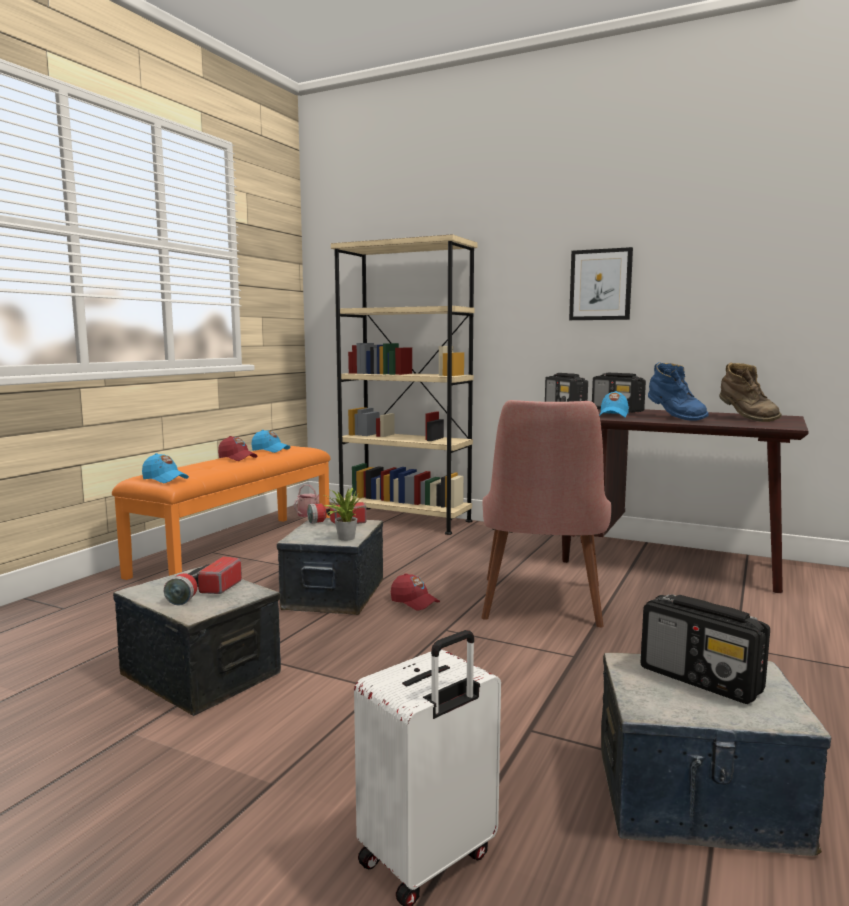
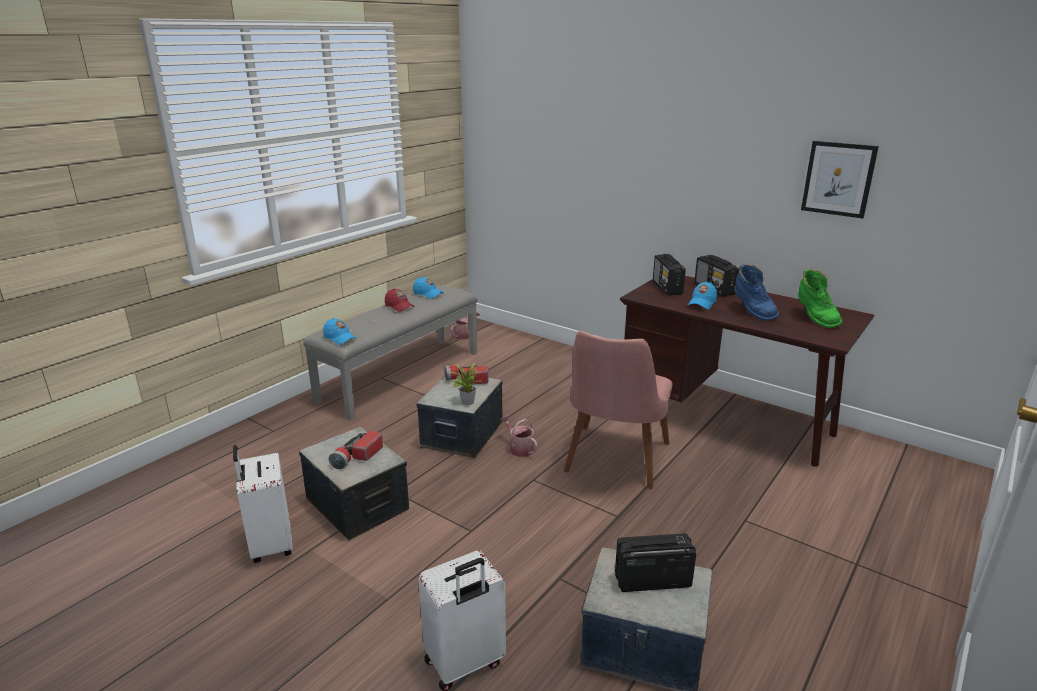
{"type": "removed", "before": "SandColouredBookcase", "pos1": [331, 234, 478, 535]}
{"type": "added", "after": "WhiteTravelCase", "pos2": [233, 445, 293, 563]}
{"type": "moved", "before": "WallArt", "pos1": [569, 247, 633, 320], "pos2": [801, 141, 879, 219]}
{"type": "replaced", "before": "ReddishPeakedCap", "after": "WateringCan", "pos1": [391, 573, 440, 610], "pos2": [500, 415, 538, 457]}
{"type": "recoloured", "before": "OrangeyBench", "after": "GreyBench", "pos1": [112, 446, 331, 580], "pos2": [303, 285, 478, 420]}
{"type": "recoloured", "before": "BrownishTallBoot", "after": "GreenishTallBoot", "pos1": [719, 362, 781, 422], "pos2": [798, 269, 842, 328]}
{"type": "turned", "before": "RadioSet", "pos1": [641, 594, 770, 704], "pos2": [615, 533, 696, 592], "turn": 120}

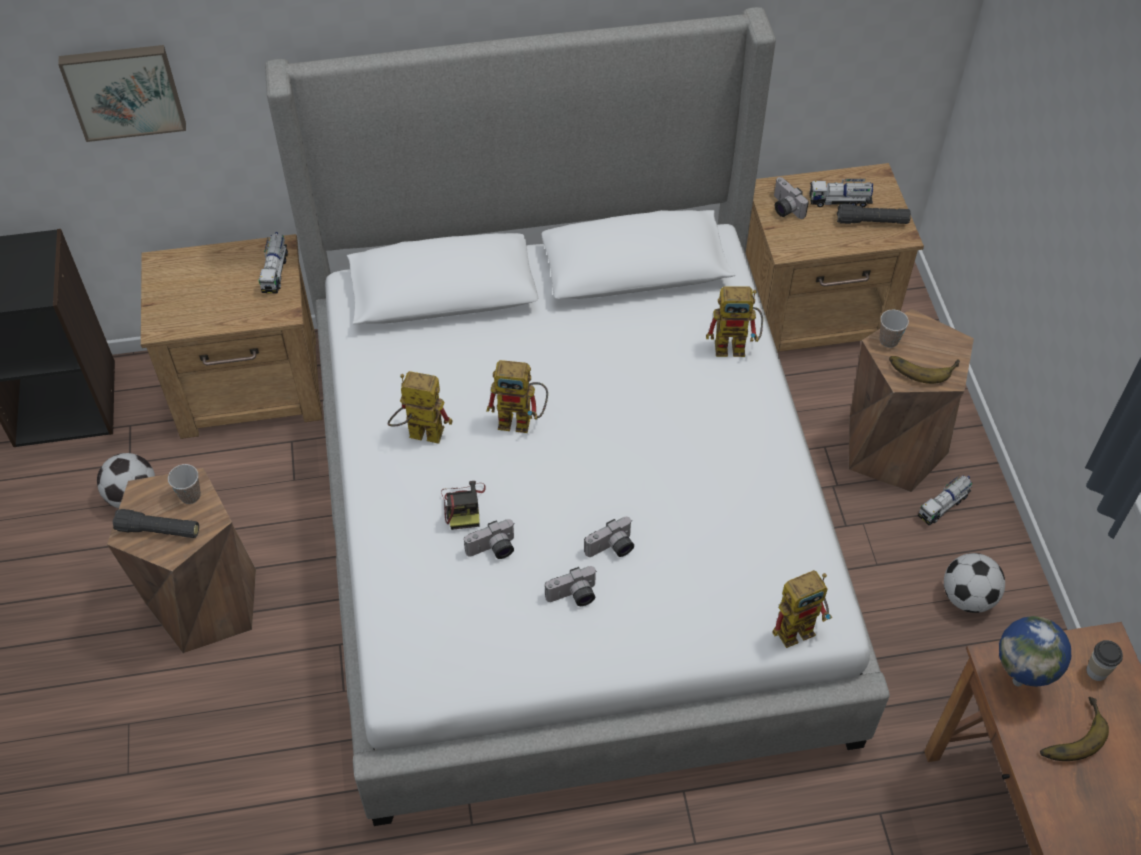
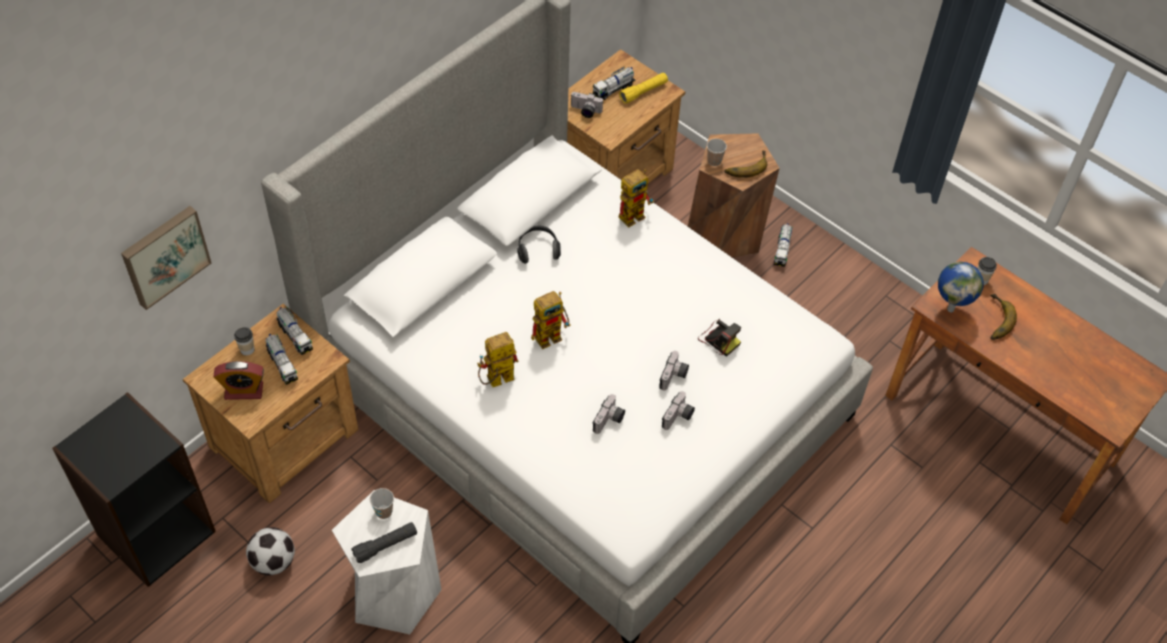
{"type": "removed", "before": "ModelRobot", "pos1": [772, 570, 832, 648]}
{"type": "removed", "before": "Football", "pos1": [944, 553, 1005, 613]}
{"type": "added", "after": "BedsideClock", "pos2": [213, 361, 264, 400]}
{"type": "added", "after": "Cup", "pos2": [234, 327, 254, 355]}
{"type": "added", "after": "ModelTruck", "pos2": [265, 334, 298, 385]}
{"type": "added", "after": "Headphones", "pos2": [517, 226, 561, 264]}
{"type": "moved", "before": "StillCamera", "pos1": [441, 481, 486, 530], "pos2": [698, 319, 741, 357]}
{"type": "recoloured", "before": "BrownishStool", "after": "WhiteStool", "pos1": [107, 468, 256, 653], "pos2": [332, 490, 442, 634]}
{"type": "recoloured", "before": "BlackFlashlight", "after": "YellowColouredFlashlight", "pos1": [837, 204, 911, 224], "pos2": [619, 73, 668, 103]}

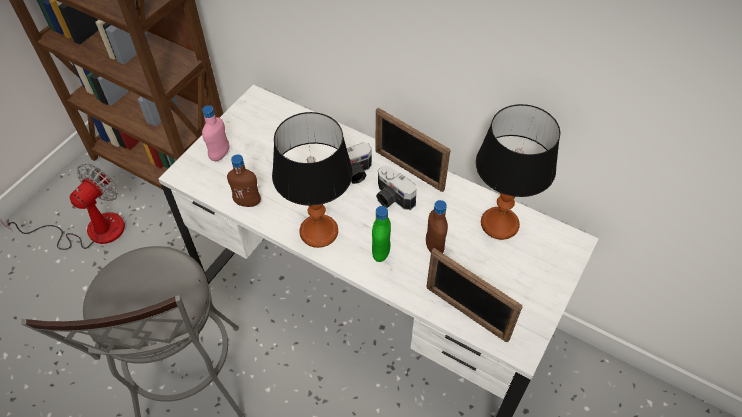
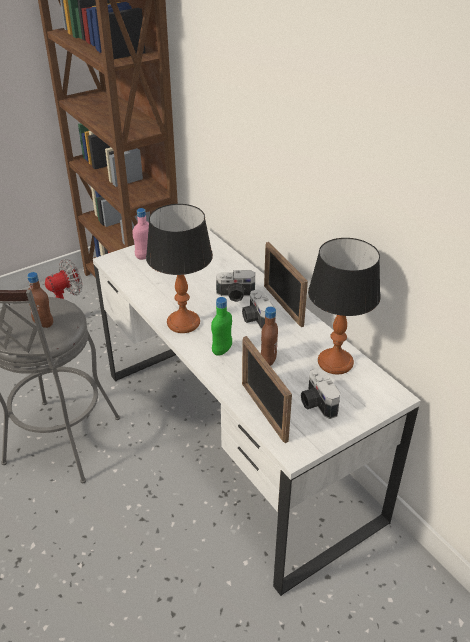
{"type": "added", "after": "StillCamera", "pos2": [301, 369, 340, 419]}
{"type": "moved", "before": "BrownishBottle", "pos1": [227, 154, 261, 207], "pos2": [27, 272, 53, 328]}

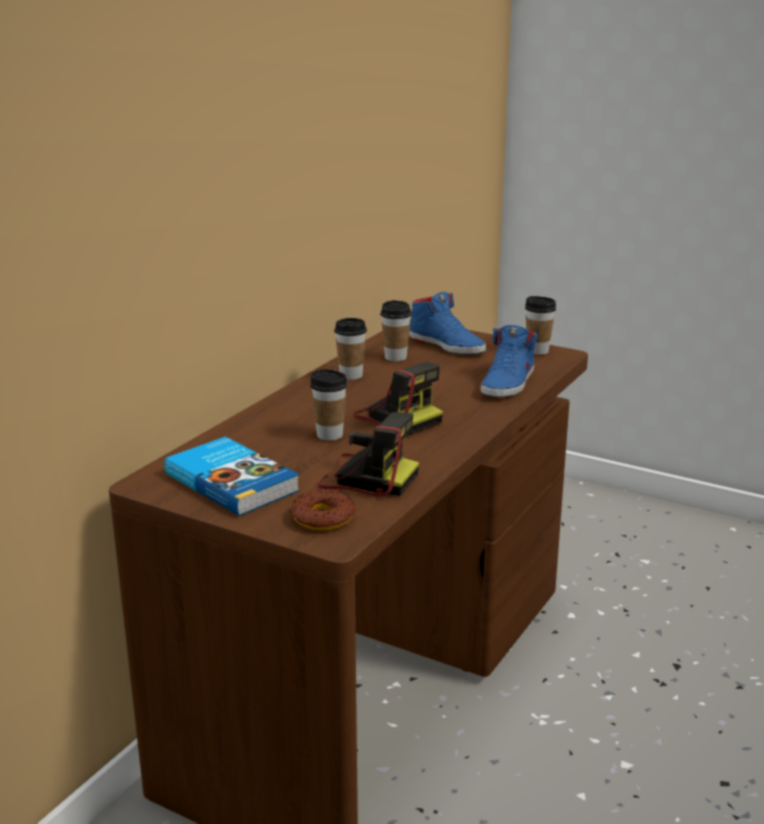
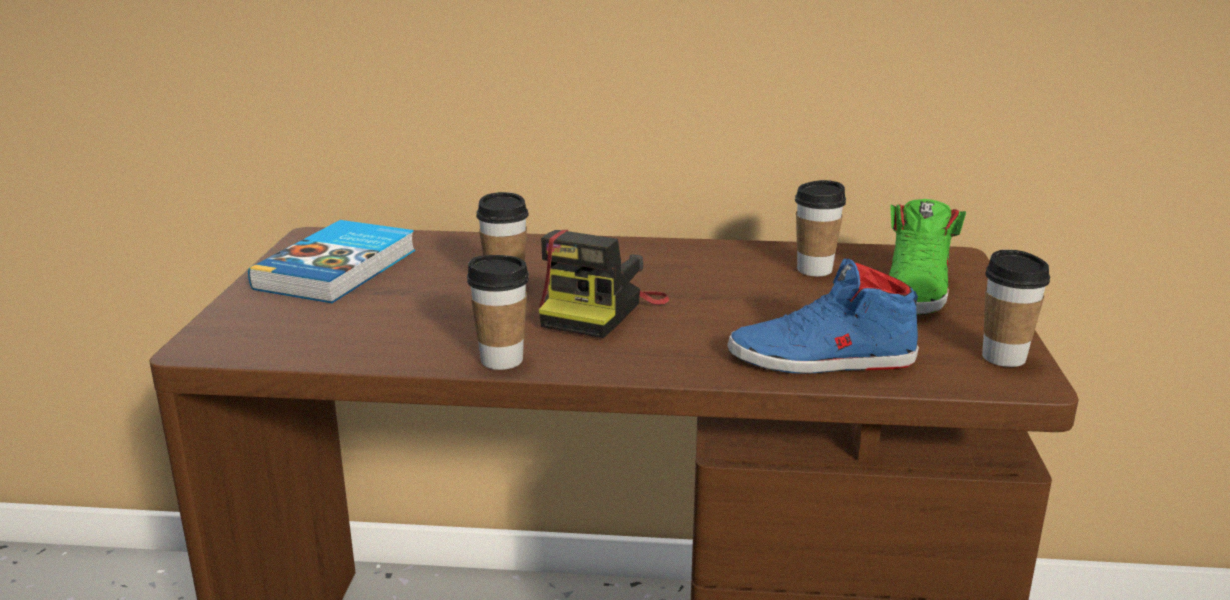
{"type": "removed", "before": "RingDoughnut", "pos1": [290, 489, 355, 531]}
{"type": "removed", "before": "StillCamera", "pos1": [317, 412, 419, 496]}
{"type": "moved", "before": "Cup", "pos1": [334, 318, 367, 380], "pos2": [467, 255, 529, 370]}
{"type": "recoloured", "before": "BlueLowShoe", "after": "GreenishLowShoe", "pos1": [409, 292, 486, 354], "pos2": [889, 199, 966, 315]}

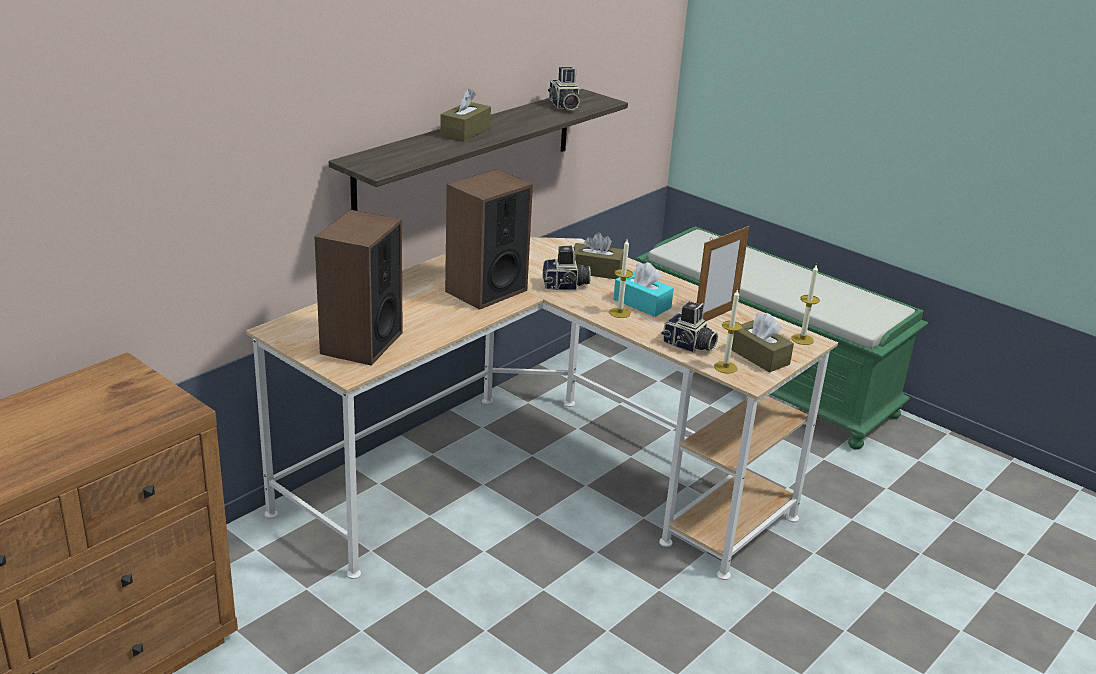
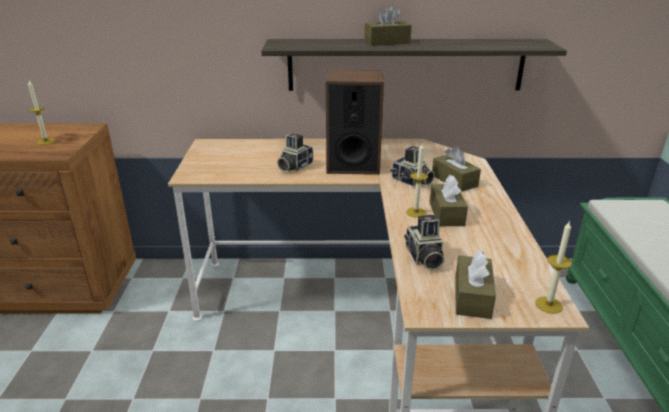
{"type": "removed", "before": "Loudspeaker", "pos1": [315, 210, 403, 366]}
{"type": "removed", "before": "StandingFrame", "pos1": [697, 225, 749, 321]}
{"type": "moved", "before": "StillCamera", "pos1": [548, 67, 580, 110], "pos2": [277, 134, 313, 172]}
{"type": "moved", "before": "WaxCandle", "pos1": [714, 289, 742, 374], "pos2": [28, 81, 55, 145]}
{"type": "recoloured", "before": "TurquoiseColouredBoxOfTissues", "after": "BrownishBoxOfTissues", "pos1": [614, 262, 674, 317], "pos2": [430, 175, 468, 226]}

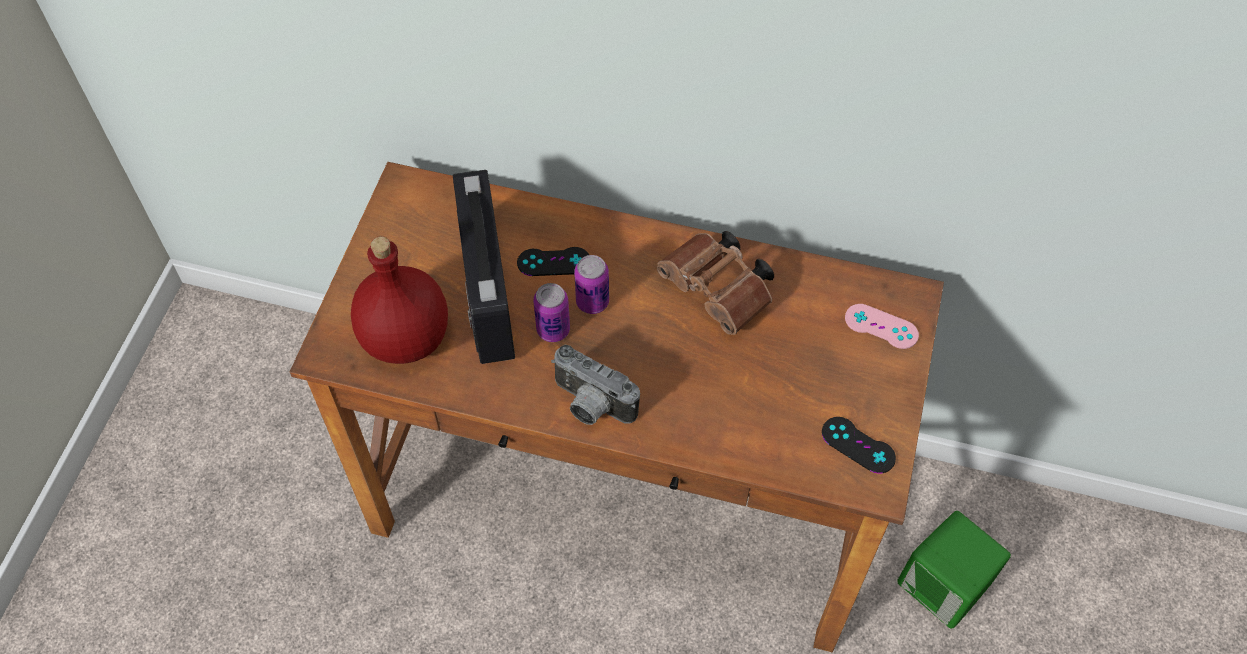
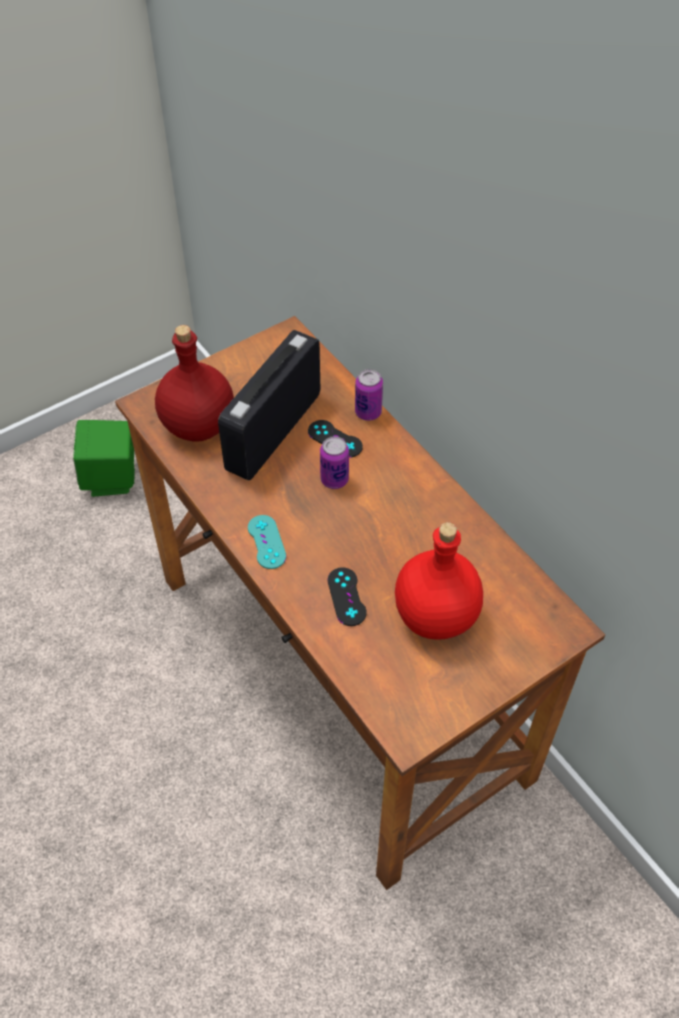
{"type": "removed", "before": "BrownishFieldGlasses", "pos1": [657, 231, 774, 335]}
{"type": "removed", "before": "PinkGameController", "pos1": [845, 304, 919, 349]}
{"type": "added", "after": "ReddishBottle", "pos2": [395, 522, 483, 640]}
{"type": "moved", "before": "MetalCan", "pos1": [533, 283, 570, 342], "pos2": [355, 369, 383, 421]}
{"type": "moved", "before": "BlackGameController", "pos1": [822, 417, 896, 474], "pos2": [328, 567, 367, 626]}
{"type": "moved", "before": "GreenishLoudspeaker", "pos1": [897, 511, 1011, 629], "pos2": [73, 420, 135, 497]}
{"type": "replaced", "before": "StillCamera", "after": "TurquoiseColouredGameController", "pos1": [551, 345, 640, 425], "pos2": [248, 515, 286, 569]}

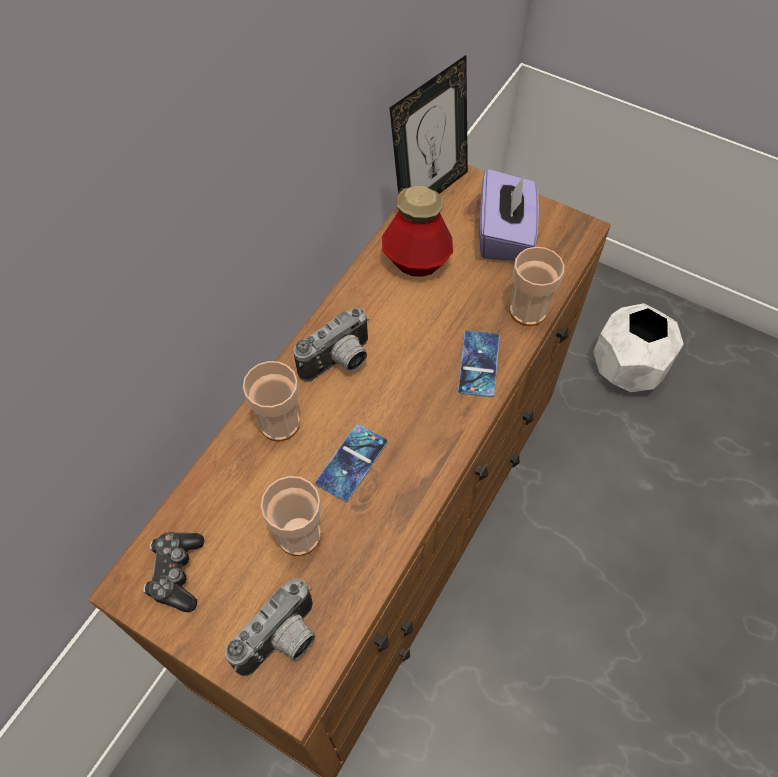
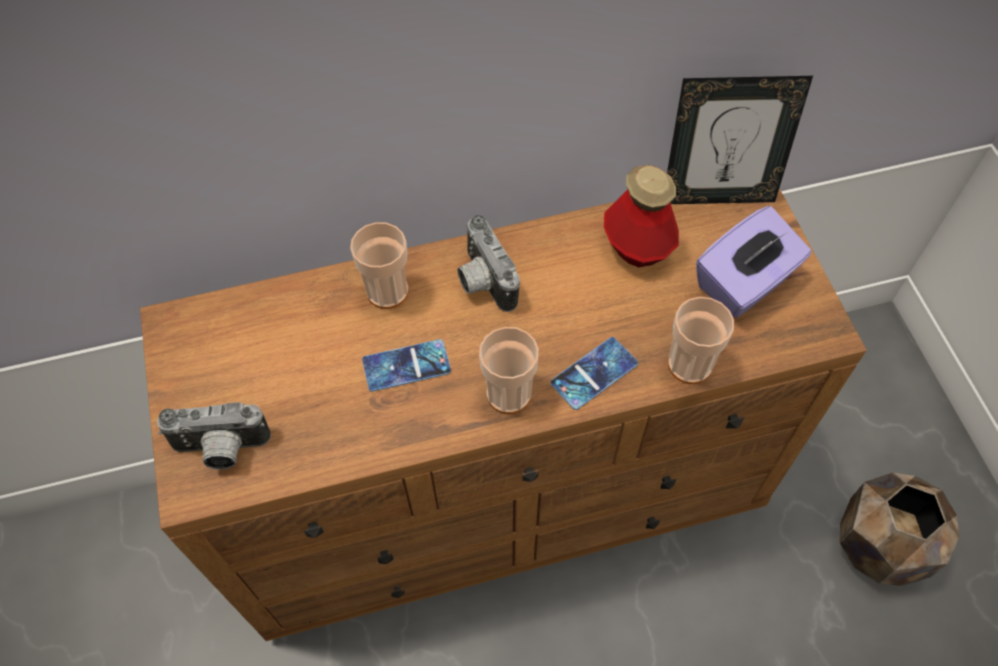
{"type": "removed", "before": "GameController", "pos1": [143, 532, 204, 613]}
{"type": "moved", "before": "Cup", "pos1": [261, 476, 321, 556], "pos2": [479, 327, 539, 414]}
{"type": "recoloured", "before": "WhitePlanter", "after": "BrownishPlanter", "pos1": [593, 303, 684, 392], "pos2": [840, 472, 960, 586]}
{"type": "turned", "before": "StillCamera", "pos1": [294, 308, 370, 381], "pos2": [457, 215, 520, 312], "turn": 60}

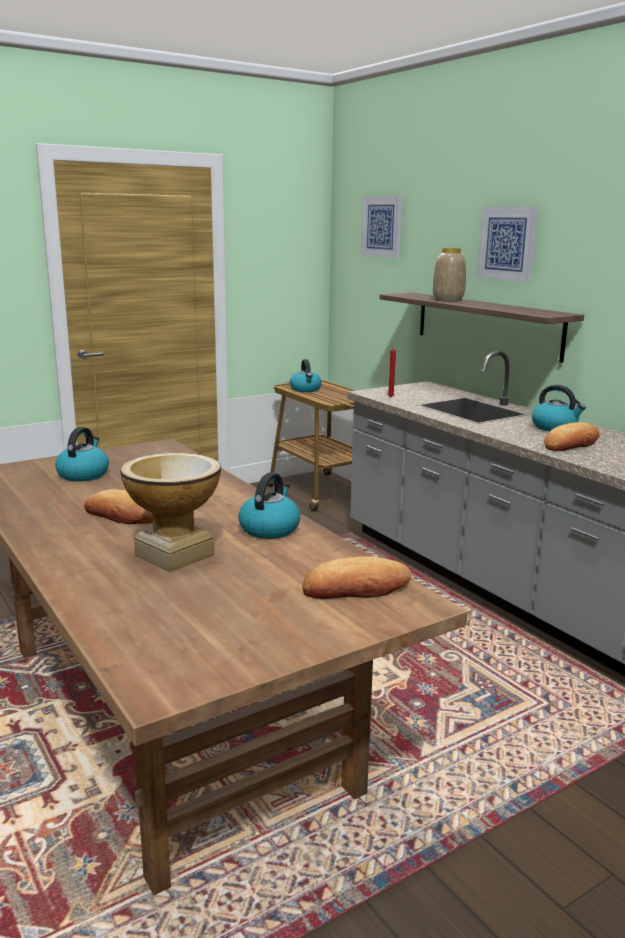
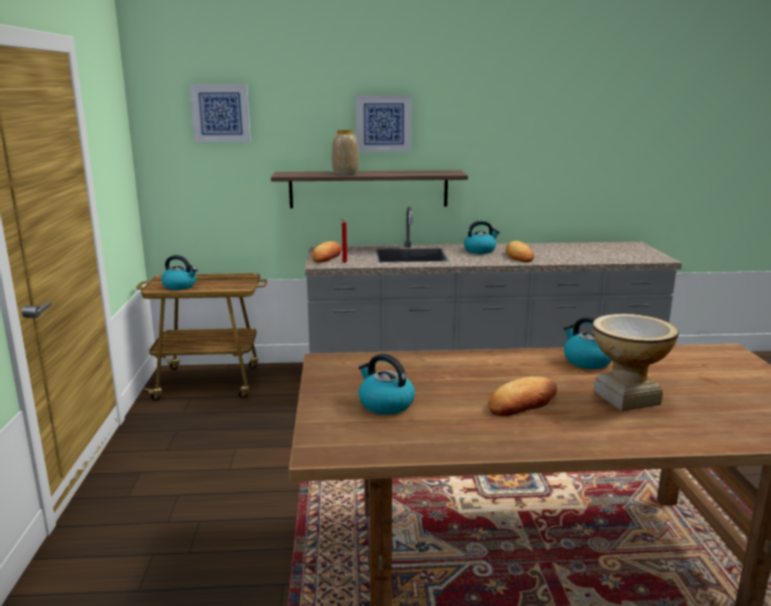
{"type": "moved", "before": "BakedBread", "pos1": [303, 556, 412, 599], "pos2": [312, 241, 342, 263]}

